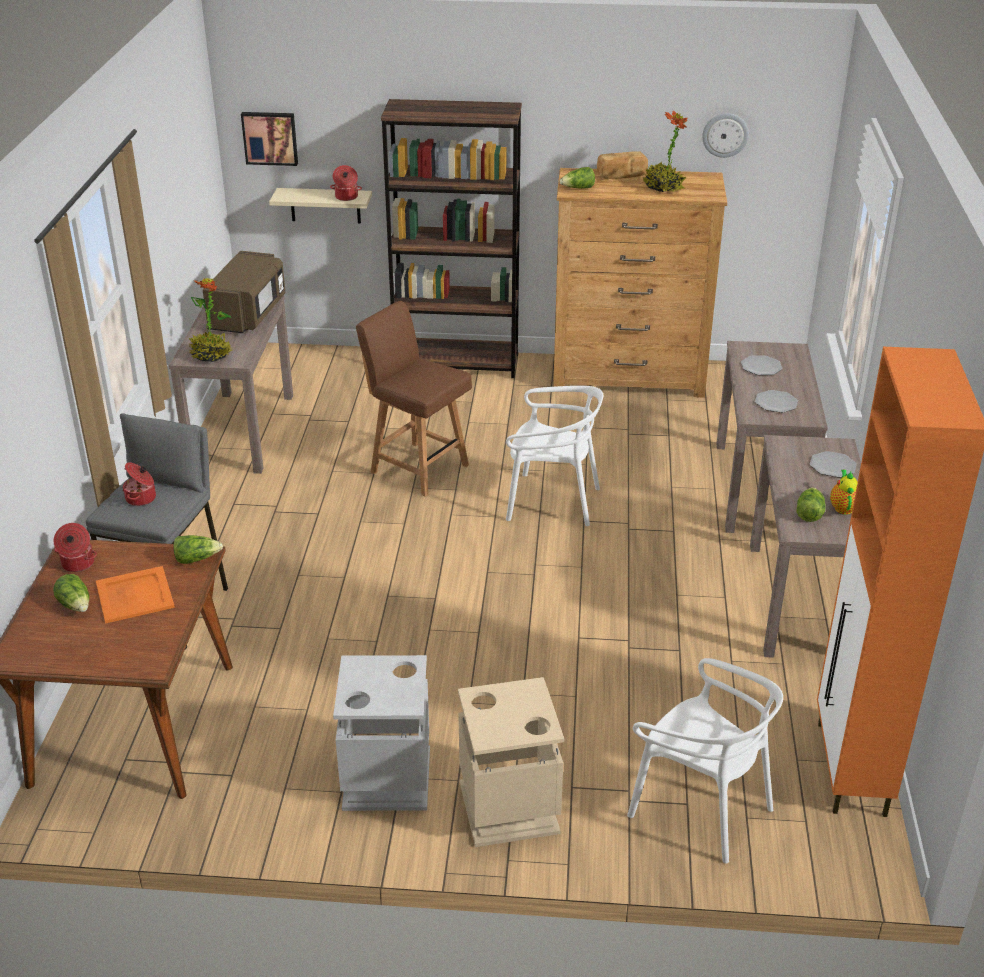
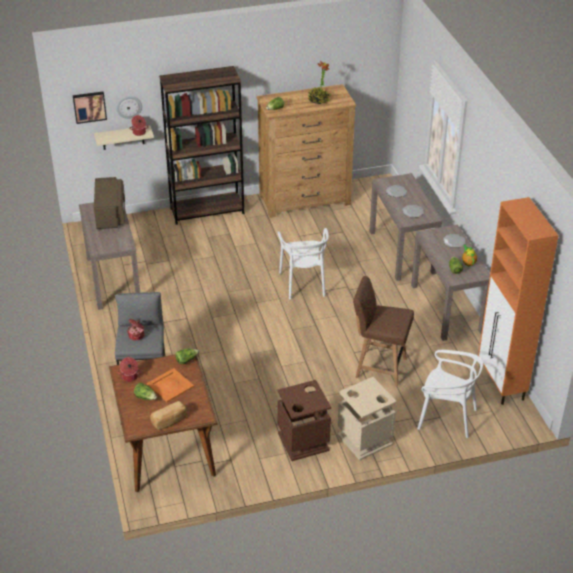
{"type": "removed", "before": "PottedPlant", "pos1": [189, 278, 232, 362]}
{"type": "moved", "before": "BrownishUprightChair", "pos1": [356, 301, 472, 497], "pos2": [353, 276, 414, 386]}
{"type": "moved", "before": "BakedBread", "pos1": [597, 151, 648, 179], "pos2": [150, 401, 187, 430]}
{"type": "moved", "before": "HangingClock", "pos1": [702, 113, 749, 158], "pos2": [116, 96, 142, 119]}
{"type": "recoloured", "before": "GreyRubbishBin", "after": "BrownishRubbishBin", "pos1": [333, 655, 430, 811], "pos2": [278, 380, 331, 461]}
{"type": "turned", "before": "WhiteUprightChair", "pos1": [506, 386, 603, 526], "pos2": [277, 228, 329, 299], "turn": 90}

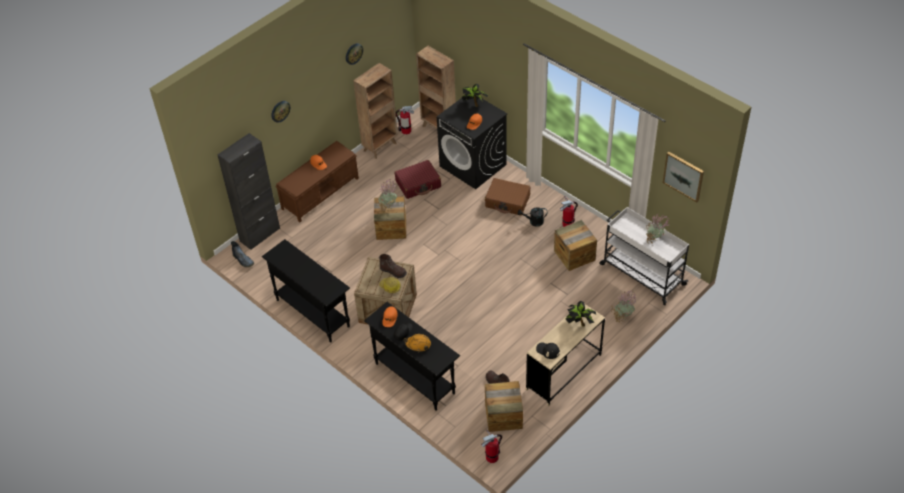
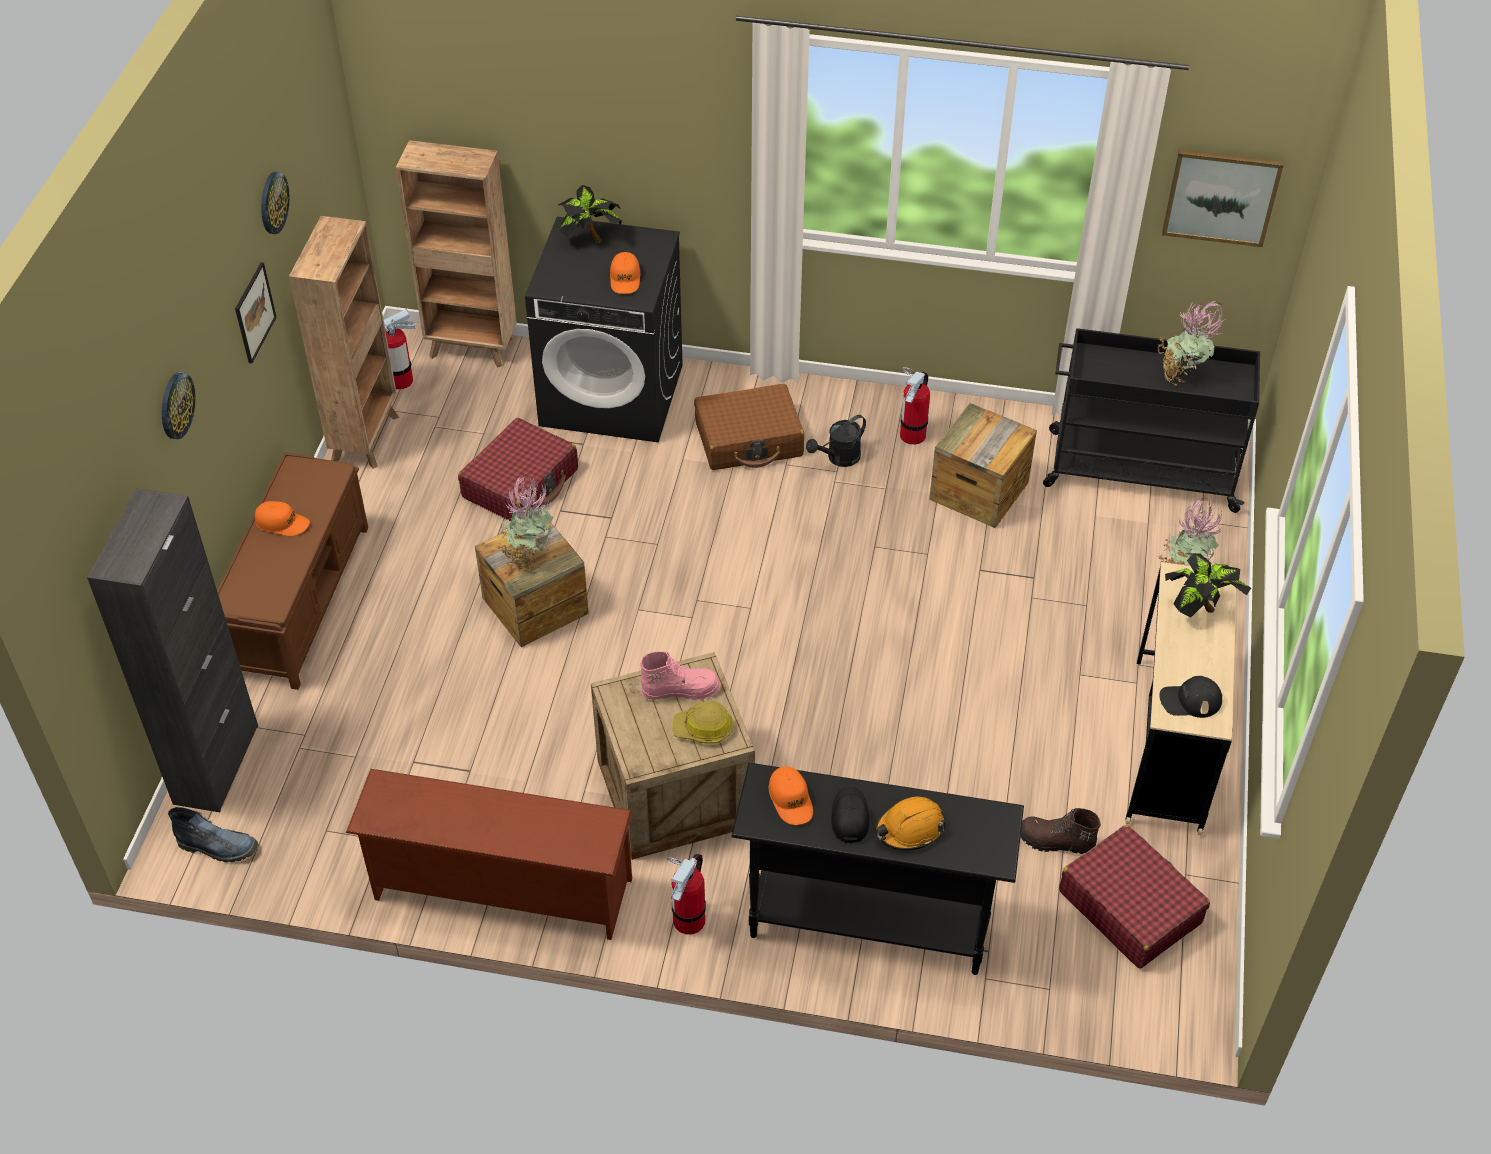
{"type": "added", "after": "WallArt", "pos2": [235, 262, 276, 364]}
{"type": "moved", "before": "Extinguisher", "pos1": [481, 430, 502, 463], "pos2": [667, 854, 706, 935]}
{"type": "replaced", "before": "BlackHallTable", "after": "BrownishShoeStand", "pos1": [262, 239, 350, 342], "pos2": [346, 769, 633, 940]}
{"type": "replaced", "before": "PackingCrate", "after": "ReddishTravelCase", "pos1": [485, 381, 523, 432], "pos2": [1059, 825, 1210, 968]}
{"type": "recoloured", "before": "BrownishTallBoot", "after": "PinkTallBoot", "pos1": [379, 254, 407, 278], "pos2": [640, 651, 721, 700]}
{"type": "recoloured", "before": "WhiteCart", "after": "BlackCart", "pos1": [599, 207, 689, 305], "pos2": [1043, 328, 1260, 513]}

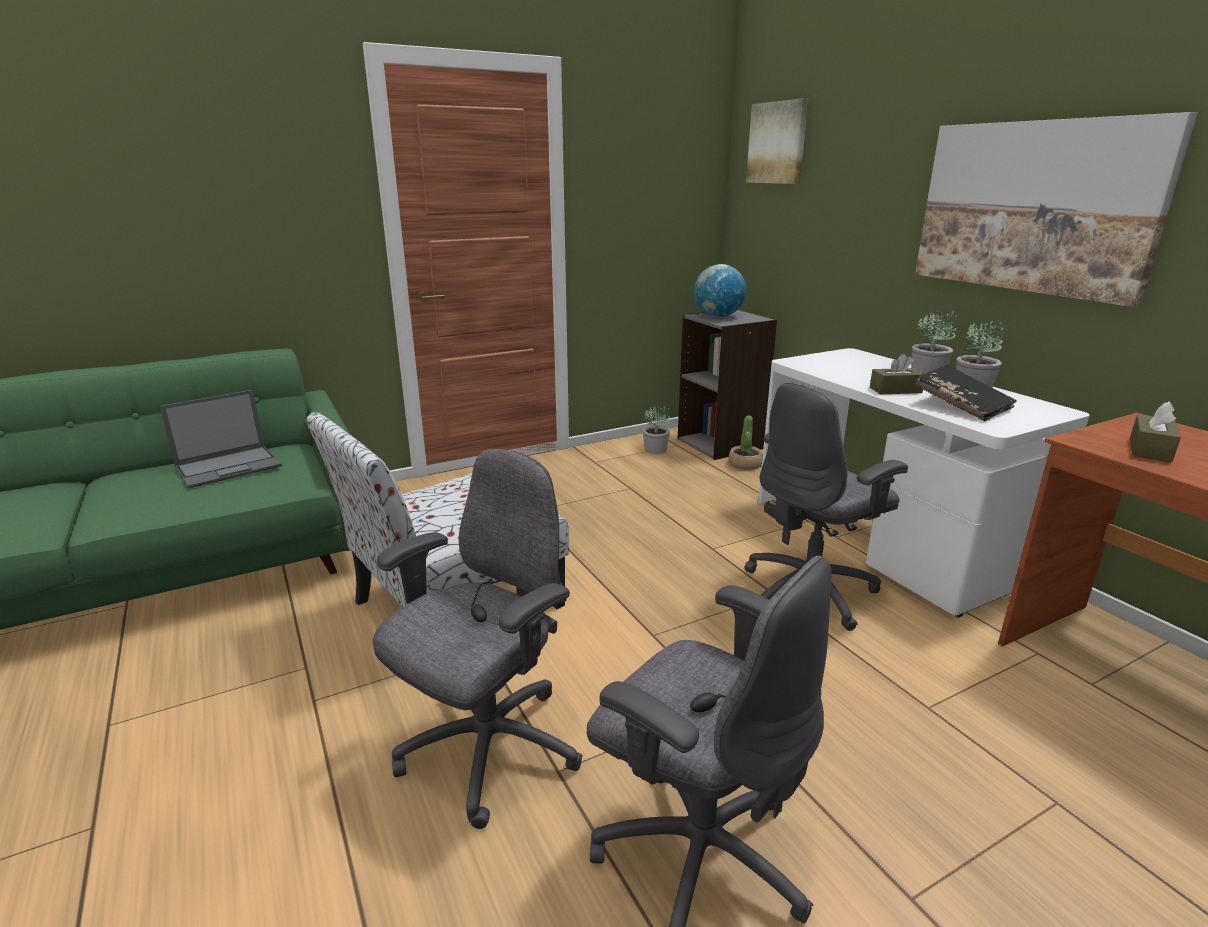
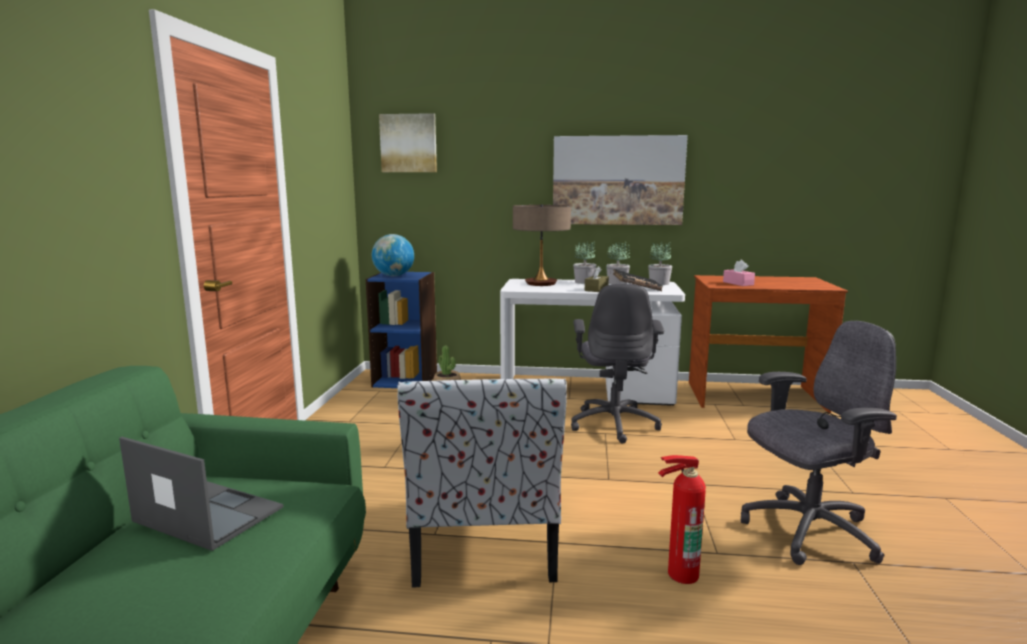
{"type": "added", "after": "TabletopLamp", "pos2": [513, 204, 571, 286]}
{"type": "moved", "before": "PottedPlant", "pos1": [643, 403, 670, 454], "pos2": [648, 241, 672, 285]}
{"type": "replaced", "before": "GreyDeskChair", "after": "Extinguisher", "pos1": [373, 449, 583, 829], "pos2": [658, 455, 706, 584]}
{"type": "recoloured", "before": "GreyBookcase", "after": "BlueBookcase", "pos1": [678, 310, 777, 460], "pos2": [366, 272, 437, 388]}
{"type": "recoloured", "before": "BrownishBoxOfTissues", "after": "PinkBoxOfTissues", "pos1": [1130, 402, 1181, 462], "pos2": [723, 260, 755, 286]}
{"type": "turned", "before": "PortableComputer", "pos1": [160, 390, 282, 488], "pos2": [119, 437, 283, 551], "turn": -60}

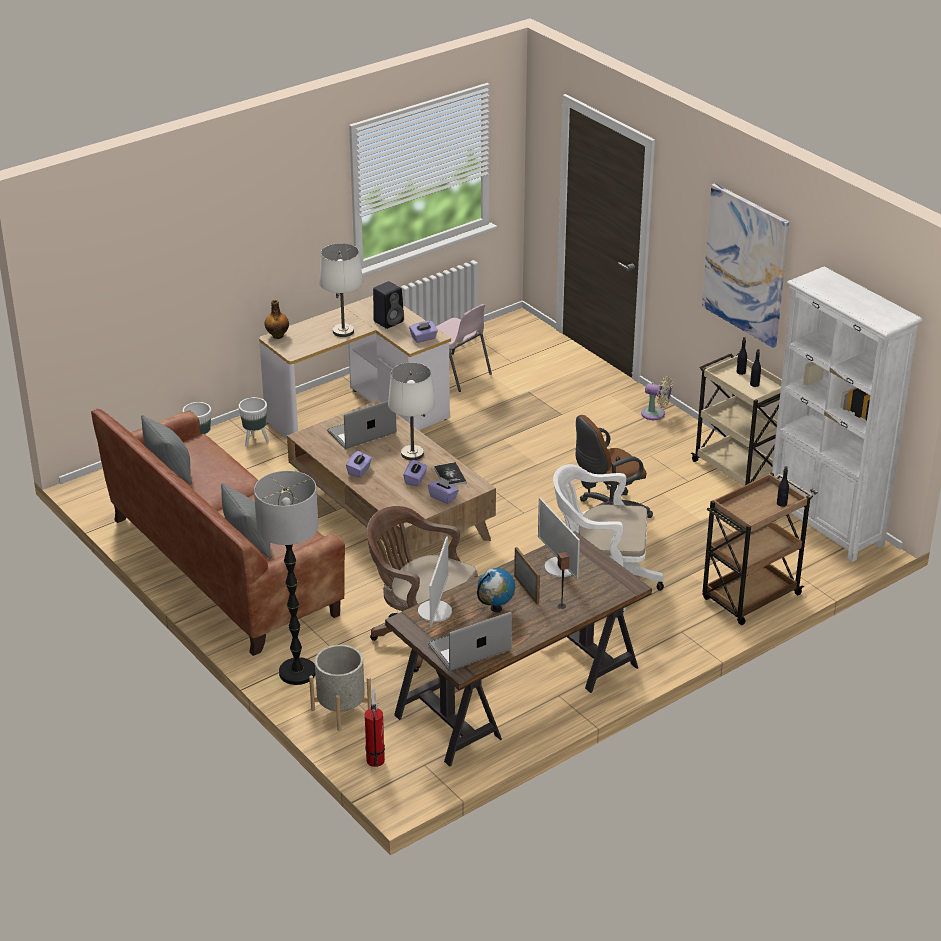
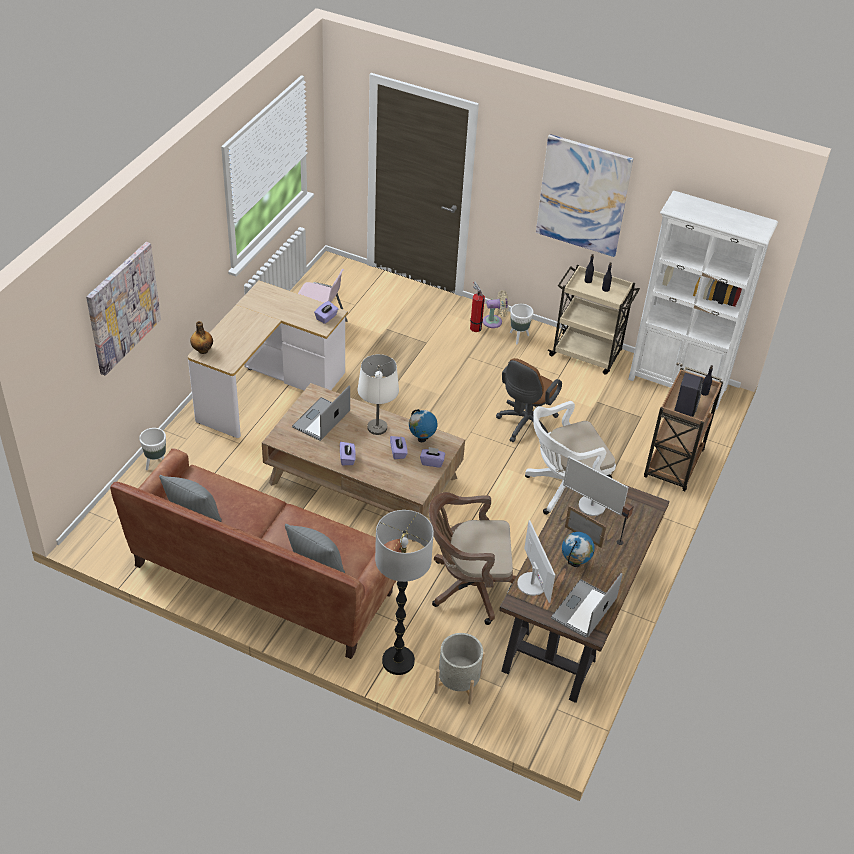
{"type": "removed", "before": "WhiteTabletopLamp", "pos1": [319, 243, 363, 337]}
{"type": "added", "after": "WallArt", "pos2": [86, 242, 161, 376]}
{"type": "moved", "before": "WhitePlanter", "pos1": [239, 397, 269, 447], "pos2": [510, 304, 534, 344]}
{"type": "moved", "before": "Extinguisher", "pos1": [365, 689, 385, 767], "pos2": [470, 281, 485, 332]}
{"type": "moved", "before": "BlackLoudspeaker", "pos1": [373, 281, 404, 329], "pos2": [674, 373, 703, 417]}
{"type": "replaced", "before": "BoundBook", "after": "WorldGlobe", "pos1": [434, 462, 467, 486], "pos2": [409, 409, 437, 442]}

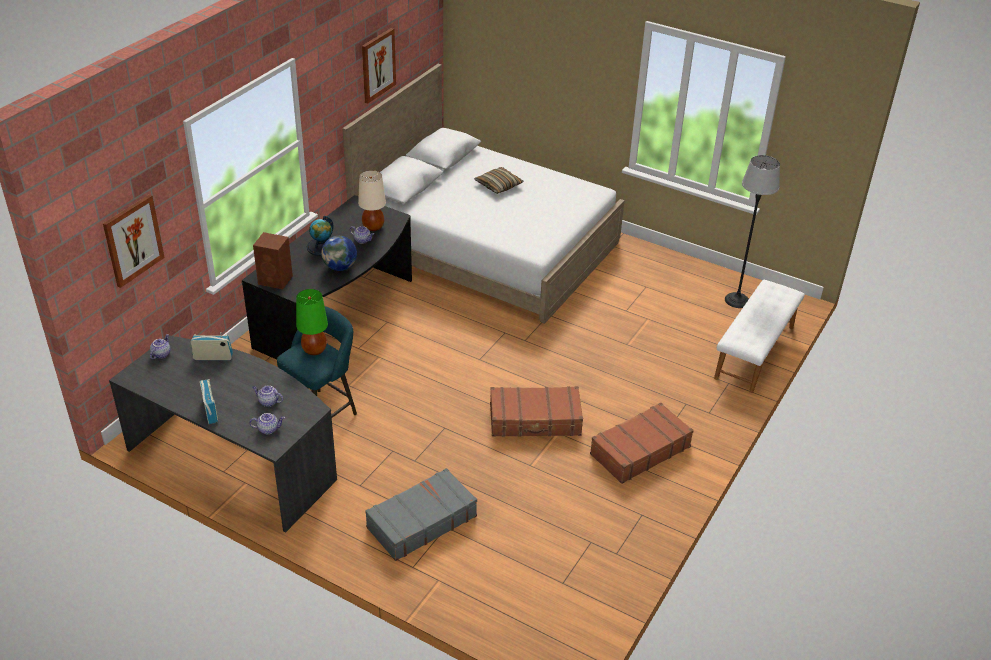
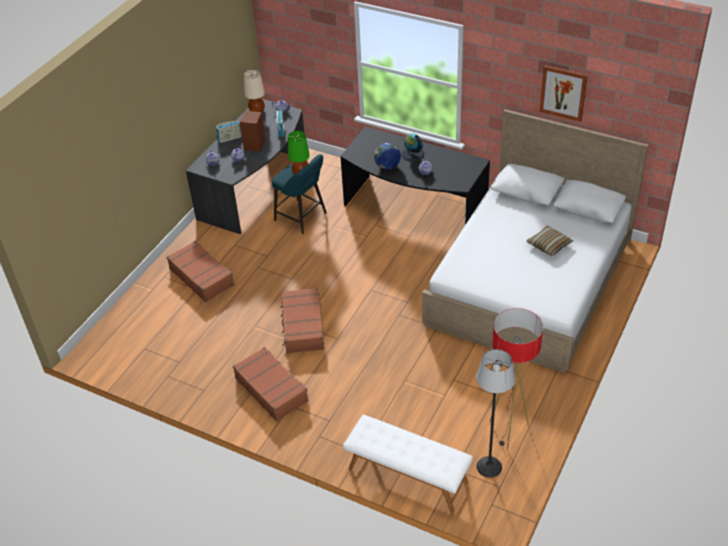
{"type": "removed", "before": "WallArt", "pos1": [103, 195, 165, 288]}
{"type": "added", "after": "StandingLamp", "pos2": [490, 308, 543, 451]}
{"type": "moved", "before": "BrownishLoudspeaker", "pos1": [253, 232, 293, 289], "pos2": [240, 111, 266, 152]}
{"type": "moved", "before": "SandColouredTabletopLamp", "pos1": [358, 170, 386, 231], "pos2": [244, 70, 265, 112]}
{"type": "recoloured", "before": "GreyTravelCase", "after": "BrownishTravelCase", "pos1": [365, 468, 477, 561], "pos2": [167, 241, 235, 302]}

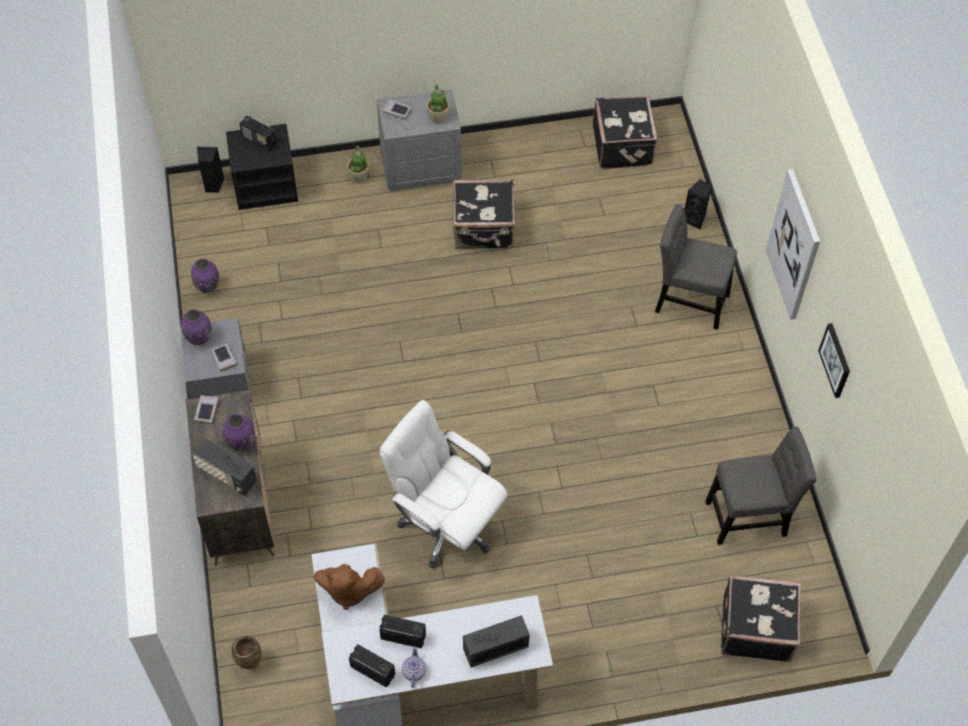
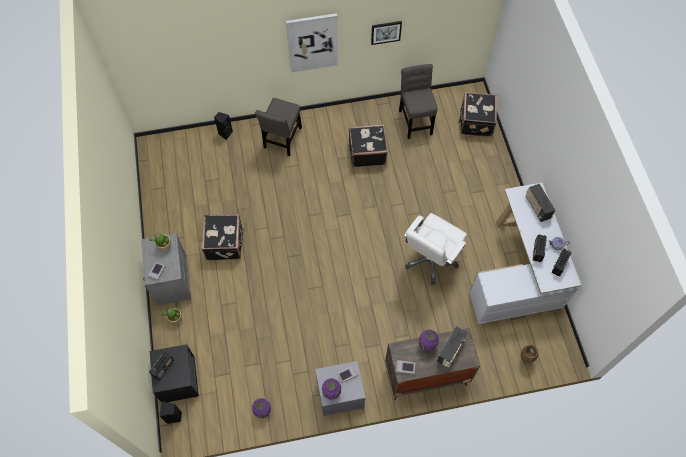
{"type": "removed", "before": "BrownishCuddlyToy", "pos1": [314, 564, 385, 610]}
{"type": "moved", "before": "BlackTravelCase", "pos1": [593, 95, 658, 169], "pos2": [349, 124, 388, 167]}

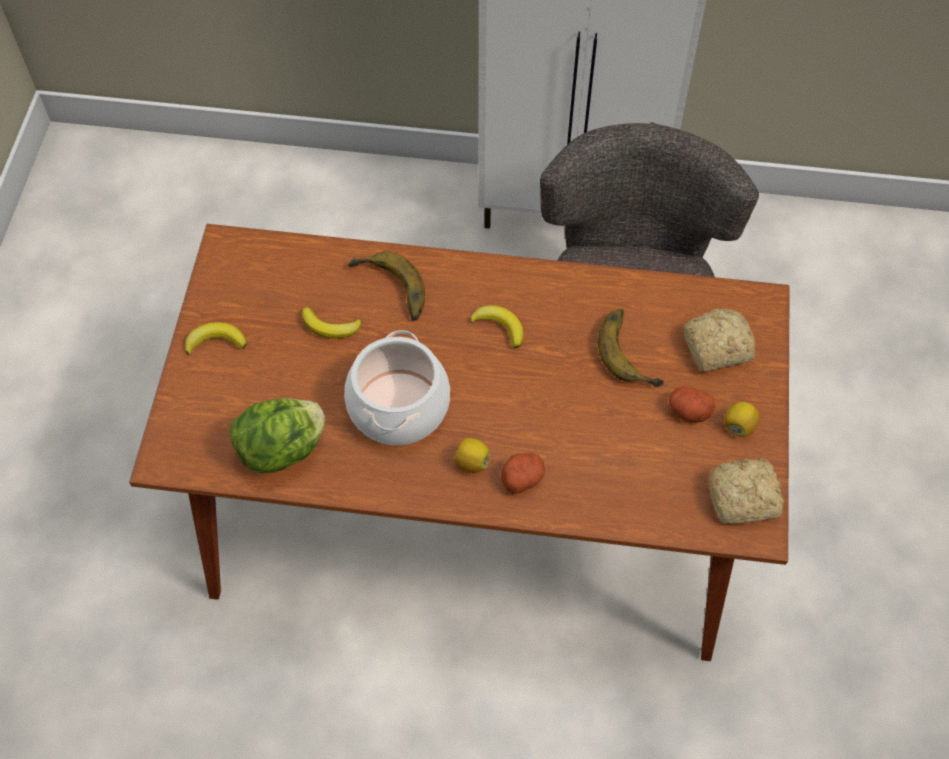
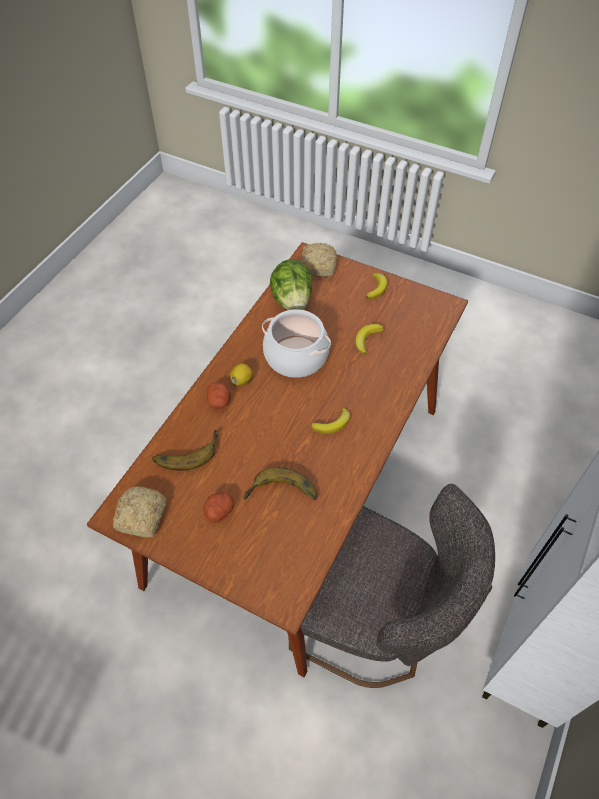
{"type": "removed", "before": "CitrusFruit", "pos1": [724, 402, 760, 437]}
{"type": "moved", "before": "BananaFruit", "pos1": [348, 251, 425, 321], "pos2": [152, 430, 219, 471]}
{"type": "moved", "before": "BakedBread", "pos1": [684, 309, 755, 372], "pos2": [301, 243, 337, 277]}

